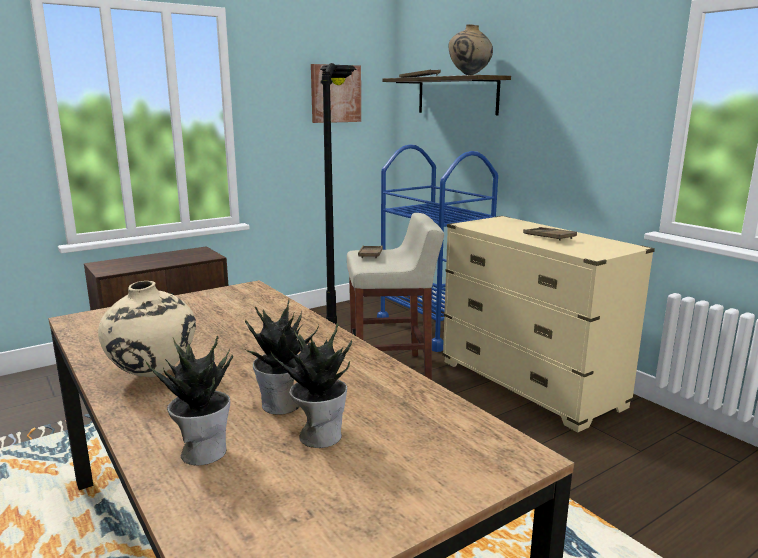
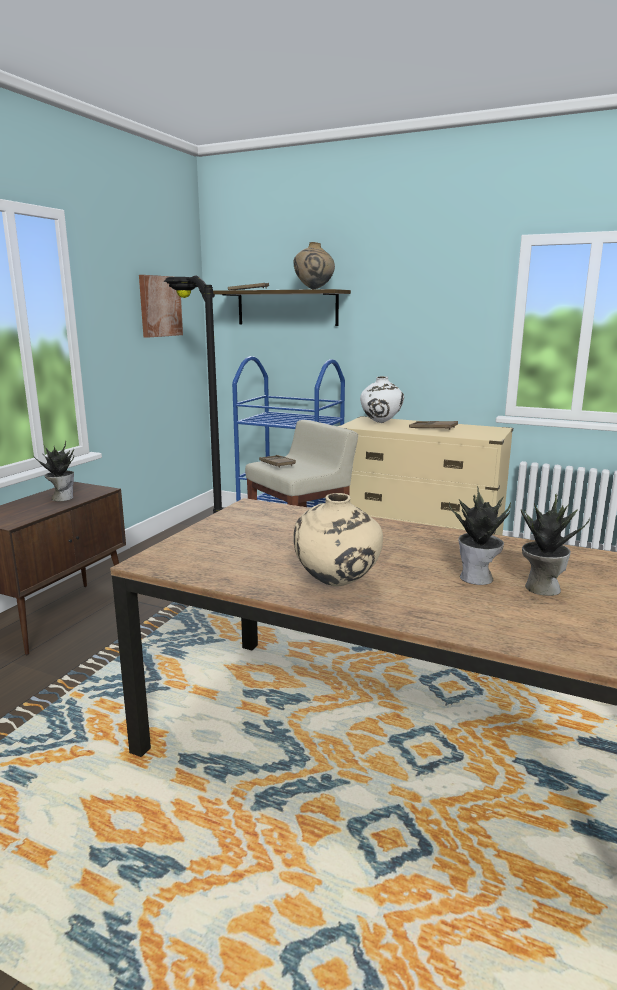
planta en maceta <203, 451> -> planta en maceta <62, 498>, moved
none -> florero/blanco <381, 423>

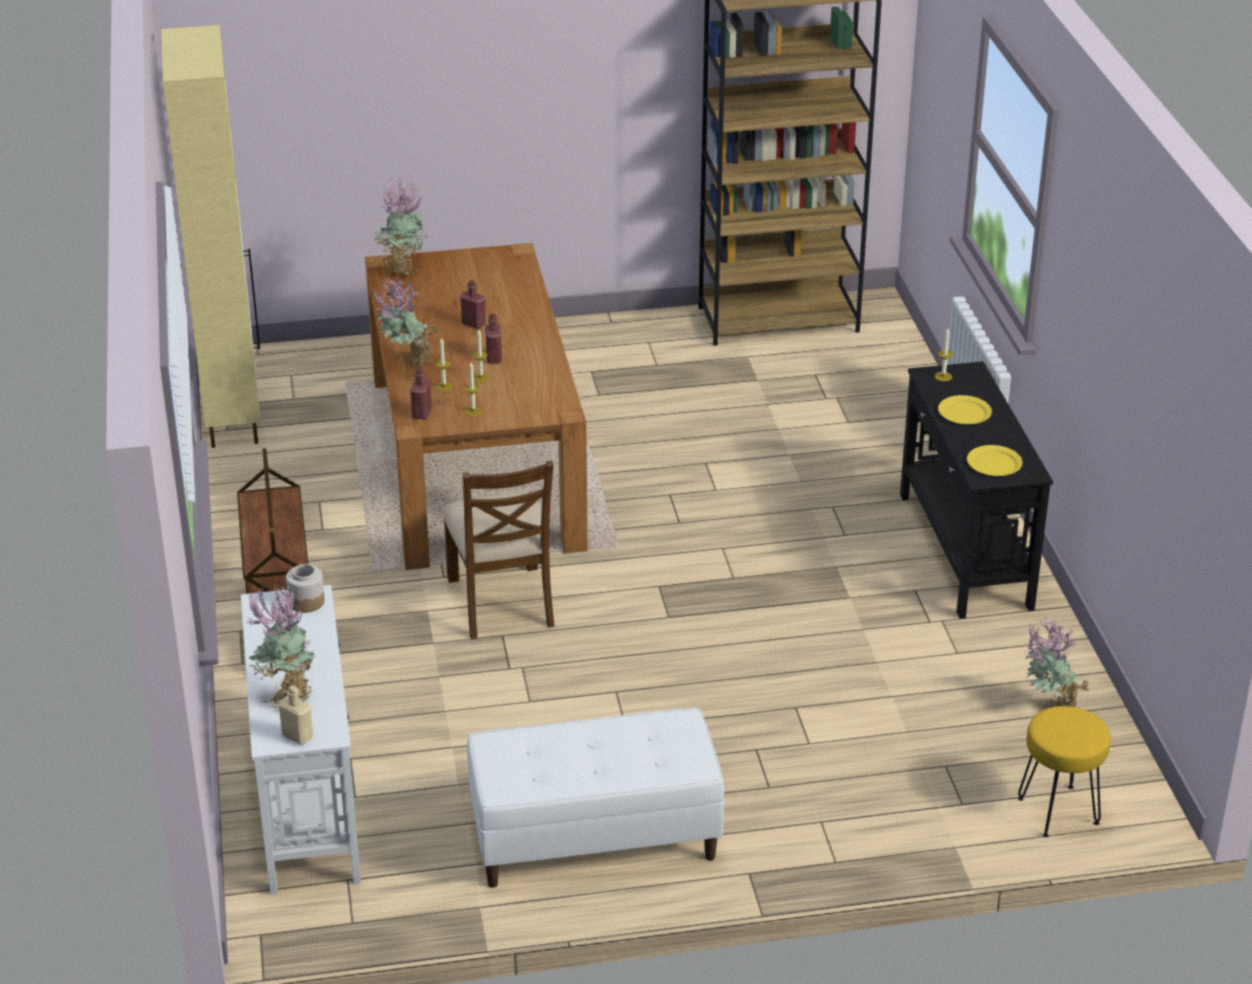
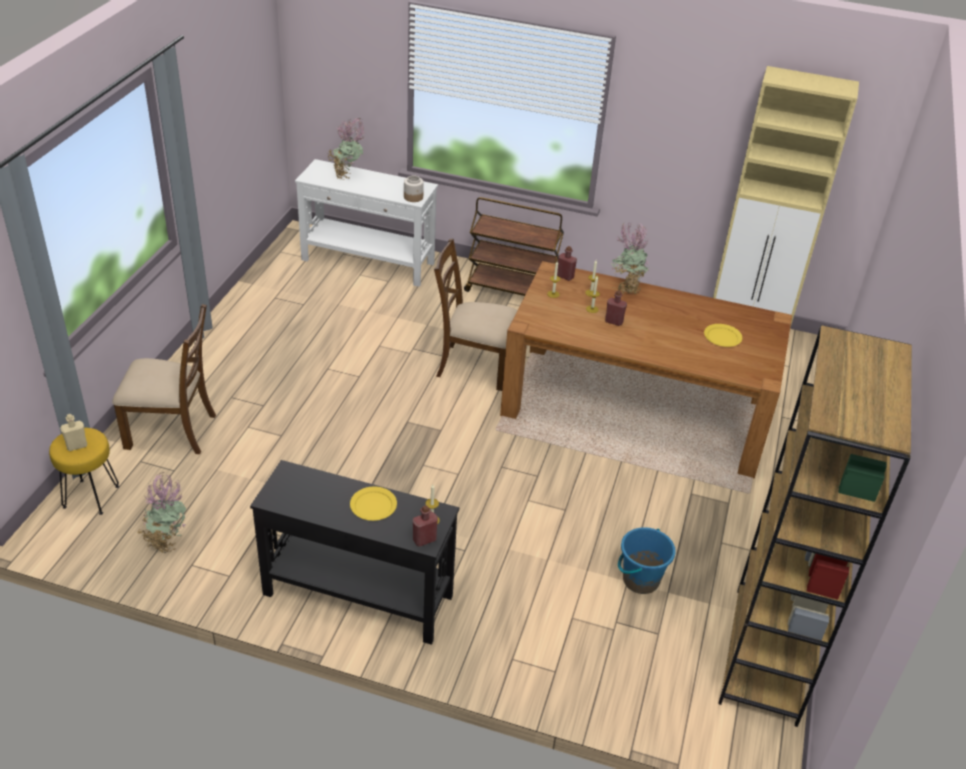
botella/beis <297, 736> -> botella/beis <77, 446>, moved
none -> silla/marrón <172, 431>
botella/rojo <473, 324> -> botella/rojo <424, 540>, moved
none -> cubo/azul <640, 580>
plato/amarillo <994, 463> -> plato/amarillo <723, 337>, moved
planta en maceta <402, 269> -> none
banco/blanco <594, 840> -> none

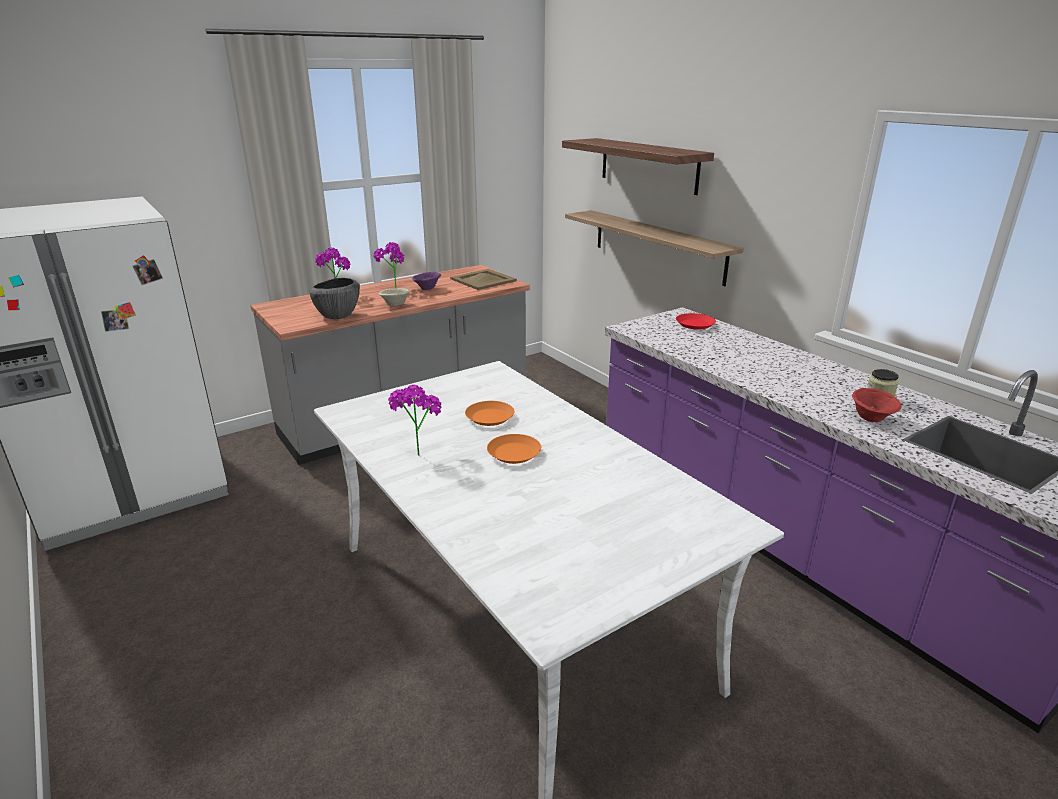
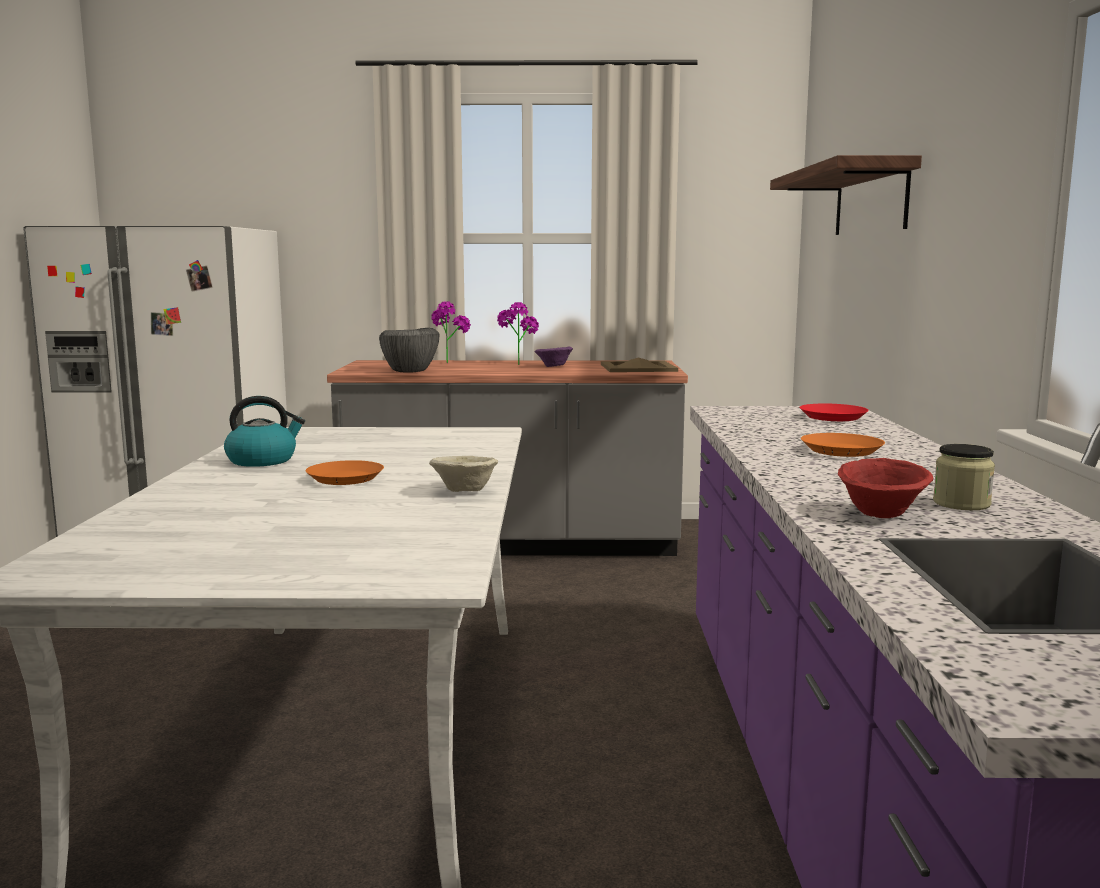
planta en maceta <417, 450> -> hervidor <263, 460>
cuenco/beis <395, 305> -> cuenco/beis <464, 492>, moved
plato/naranja <490, 417> -> plato/naranja <842, 450>, moved
estante <657, 246> -> none

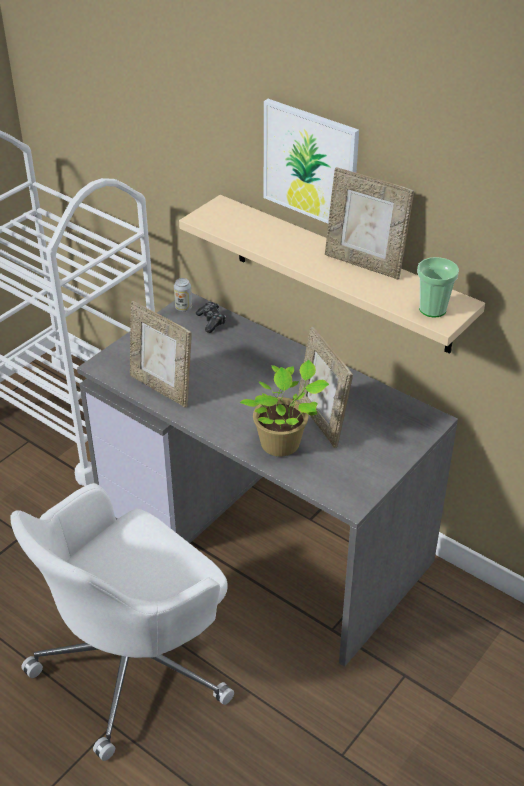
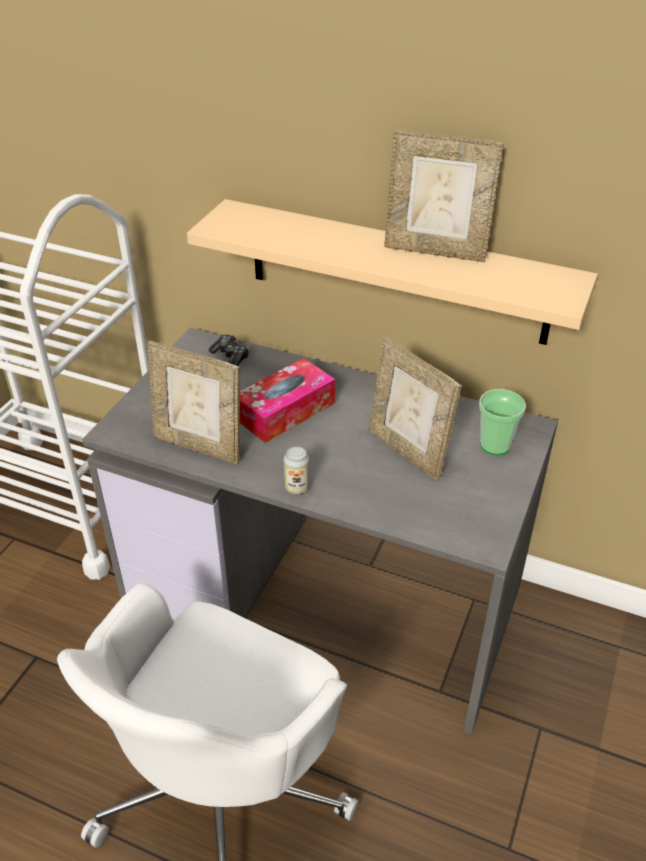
none -> caja de pañuelos <285, 411>
lata <183, 308> -> lata <297, 487>, moved
taza <432, 309> -> taza <495, 445>, moved
planta en maceta <283, 444> -> none
cuadro <310, 164> -> none

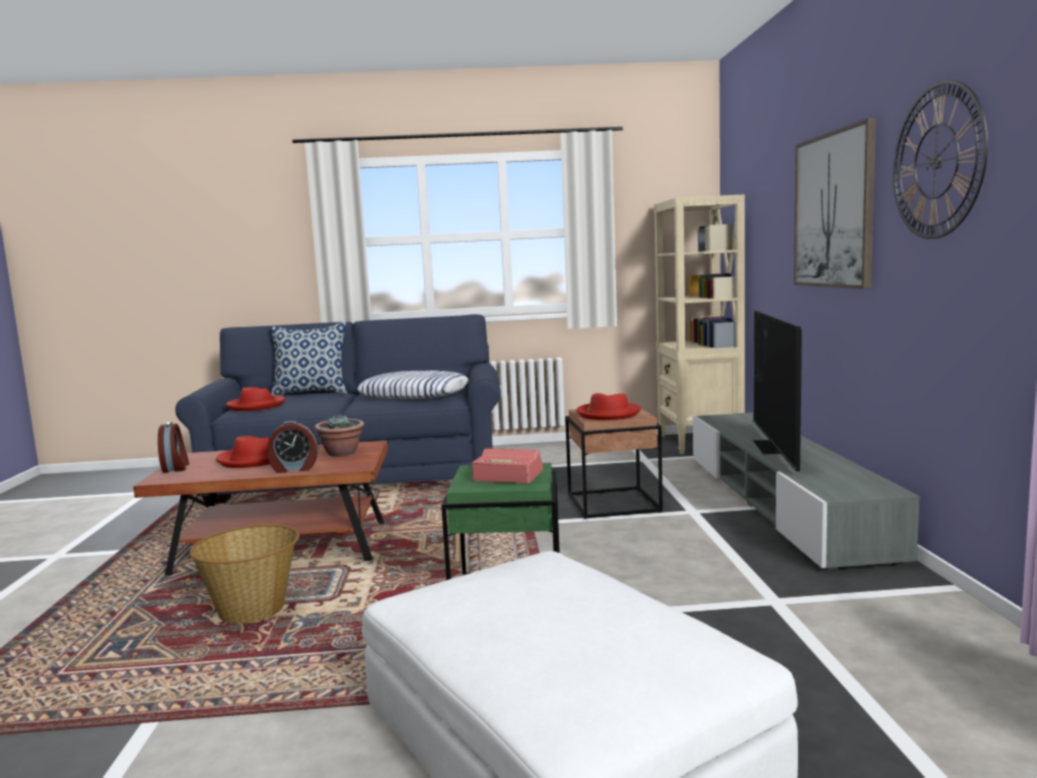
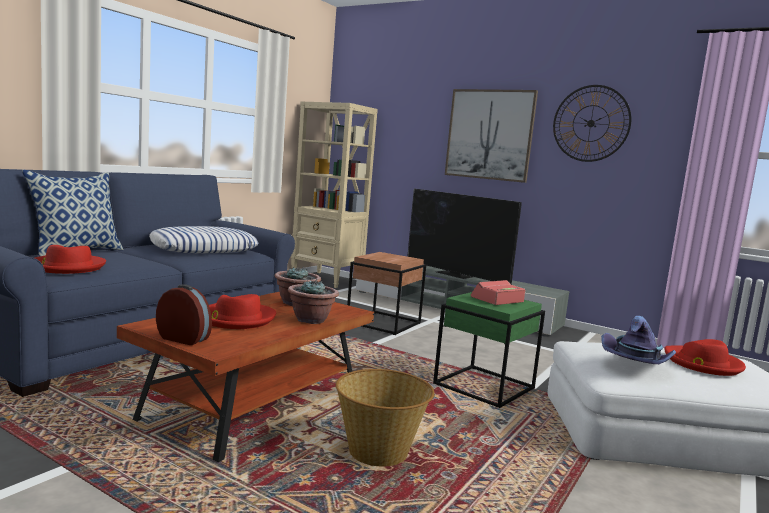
despertador <294, 469> -> planta en maceta <311, 320>
none -> sombrero/morado <635, 363>
sombrero/rojo <608, 414> -> sombrero/rojo <702, 364>, moved

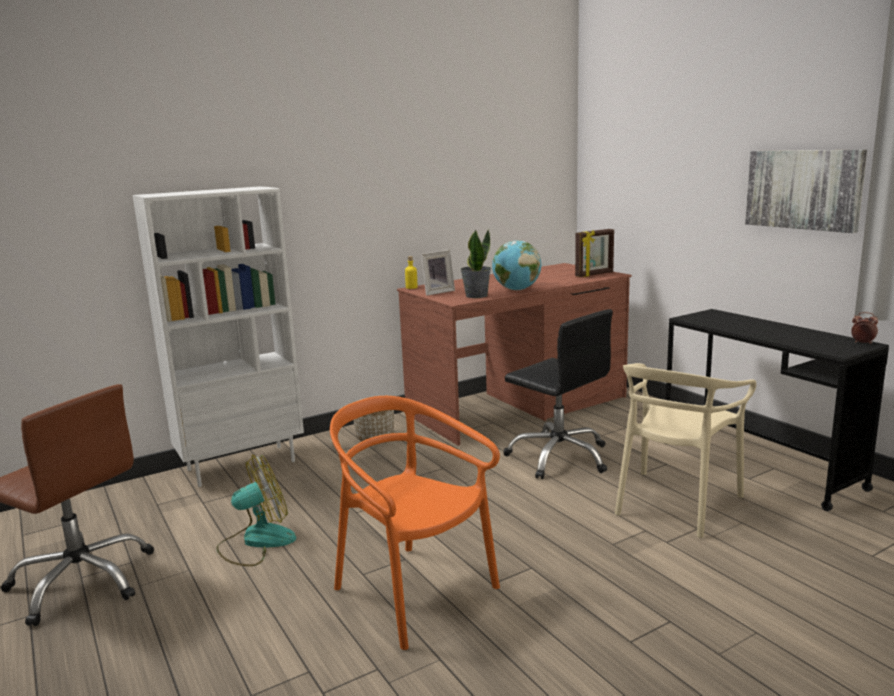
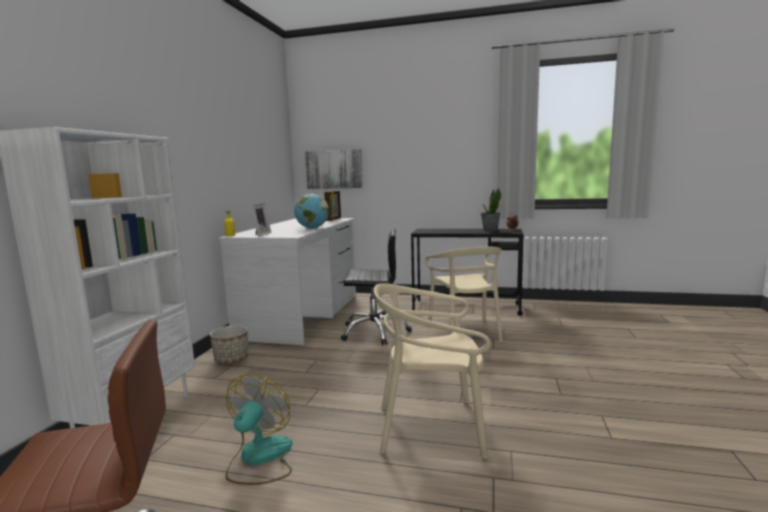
escritorio/marrón <518, 406> -> escritorio/blanco <302, 315>
cuadro <803, 189> -> cuadro <334, 169>, moved
silla/naranja <413, 592> -> silla/beis <431, 428>
planta en maceta <476, 295> -> planta en maceta <490, 230>, moved

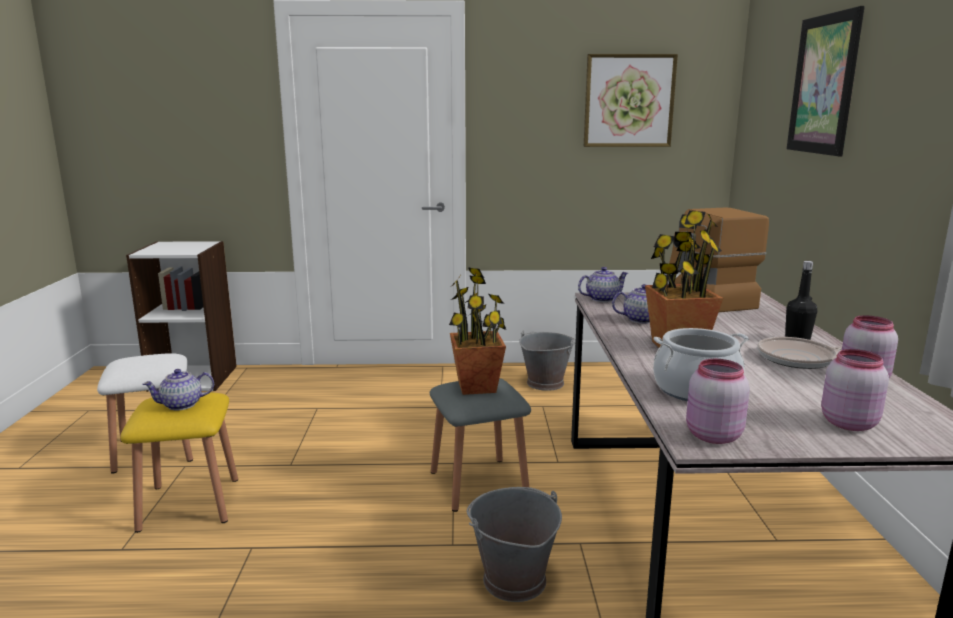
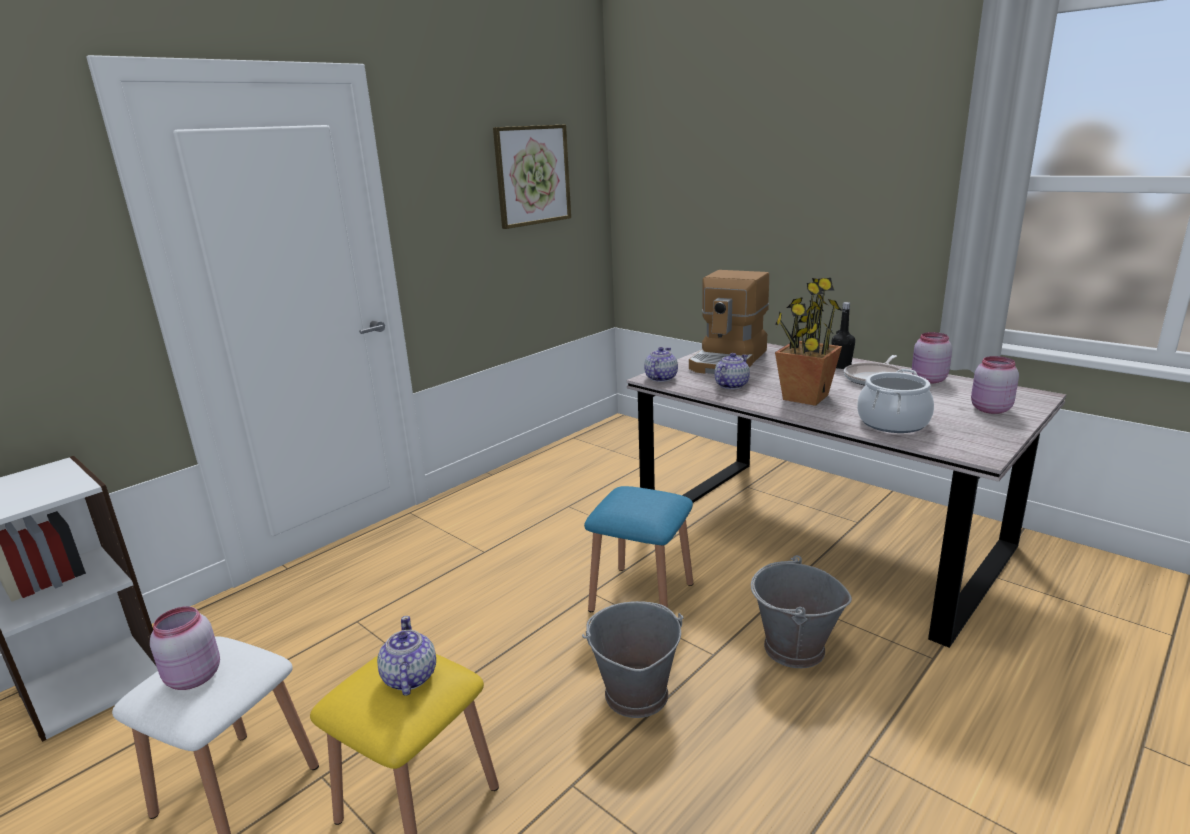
tarro/rosa <711, 435> -> tarro/rosa <192, 678>, moved
tetera <182, 405> -> tetera <409, 678>, 150 degrees clockwise
cubo/gris <545, 383> -> cubo/gris <635, 694>, moved
taburete/gris <478, 483> -> taburete/azul <641, 597>
planta en maceta <477, 387> -> none
cuadro <823, 84> -> none

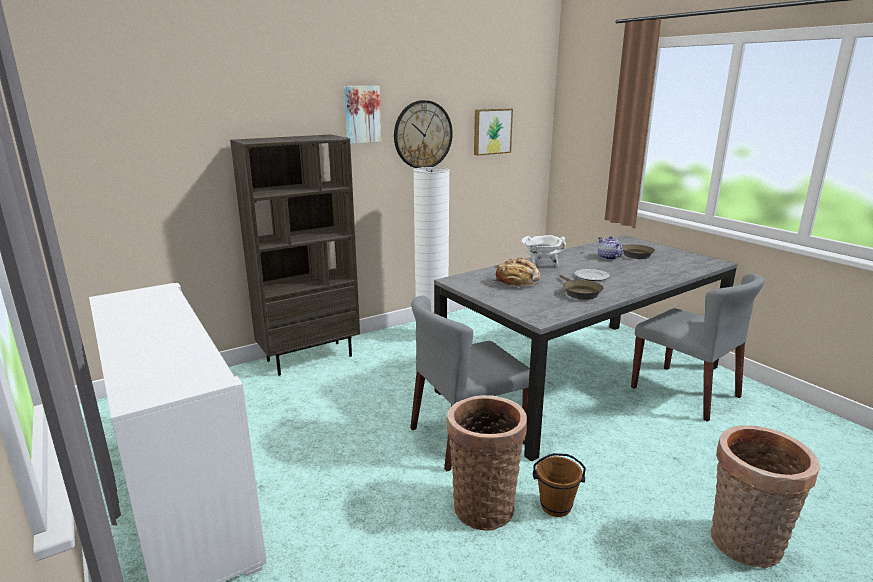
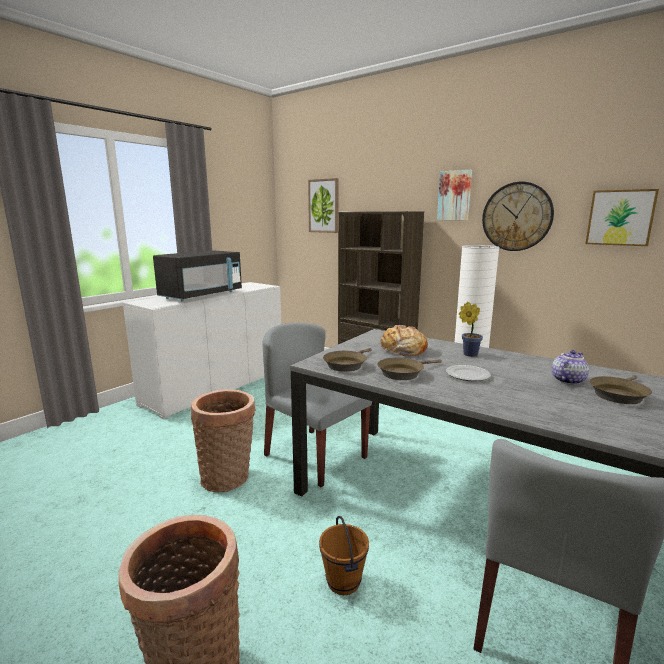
none -> microondas/negro <201, 295>
none -> cuadro <324, 206>
cubo/marrón <555, 506> -> cubo/marrón <344, 581>, moved
none -> sartén/marrón <346, 364>
olla/blanco <540, 266> -> planta en maceta <468, 354>

